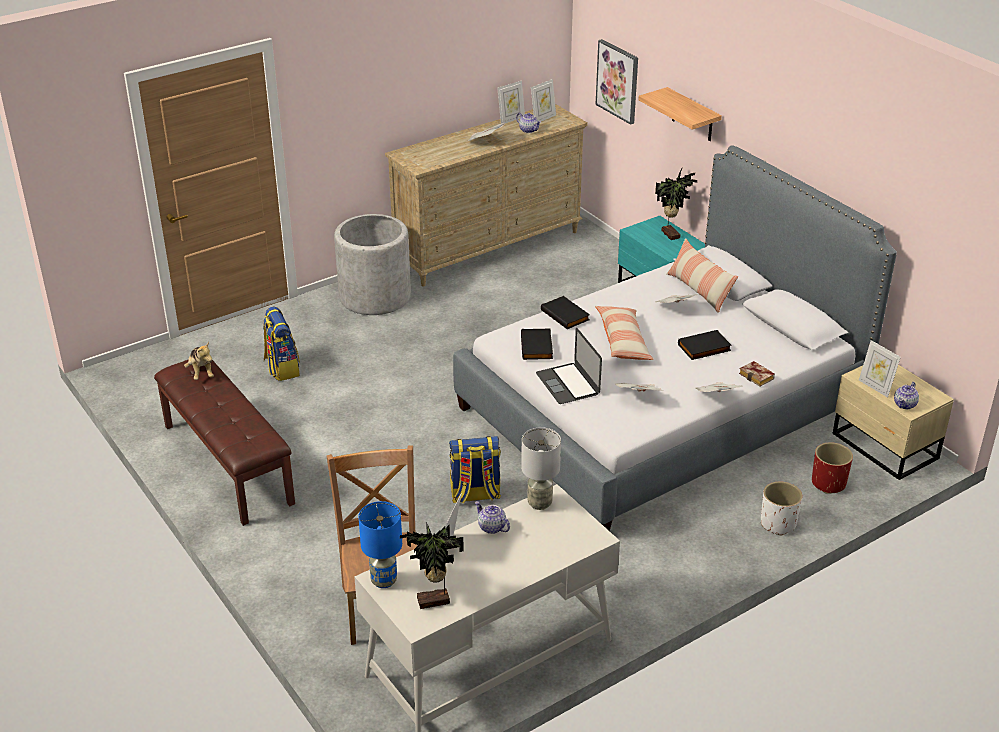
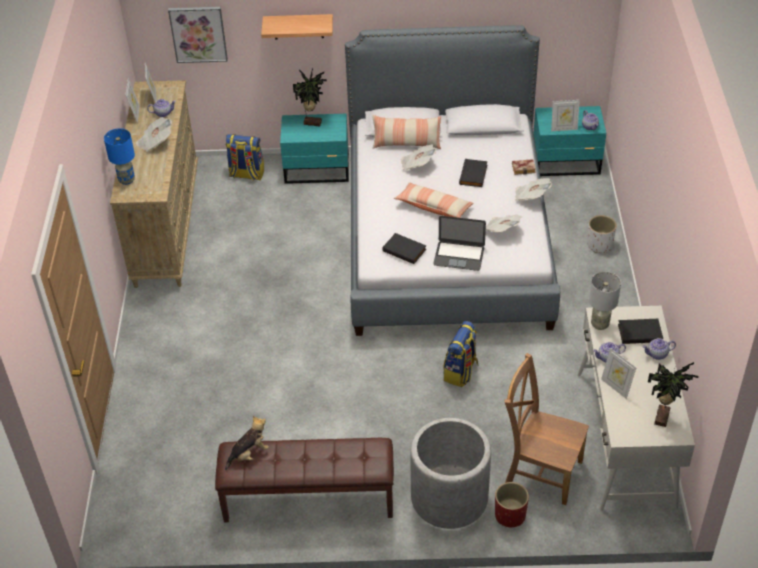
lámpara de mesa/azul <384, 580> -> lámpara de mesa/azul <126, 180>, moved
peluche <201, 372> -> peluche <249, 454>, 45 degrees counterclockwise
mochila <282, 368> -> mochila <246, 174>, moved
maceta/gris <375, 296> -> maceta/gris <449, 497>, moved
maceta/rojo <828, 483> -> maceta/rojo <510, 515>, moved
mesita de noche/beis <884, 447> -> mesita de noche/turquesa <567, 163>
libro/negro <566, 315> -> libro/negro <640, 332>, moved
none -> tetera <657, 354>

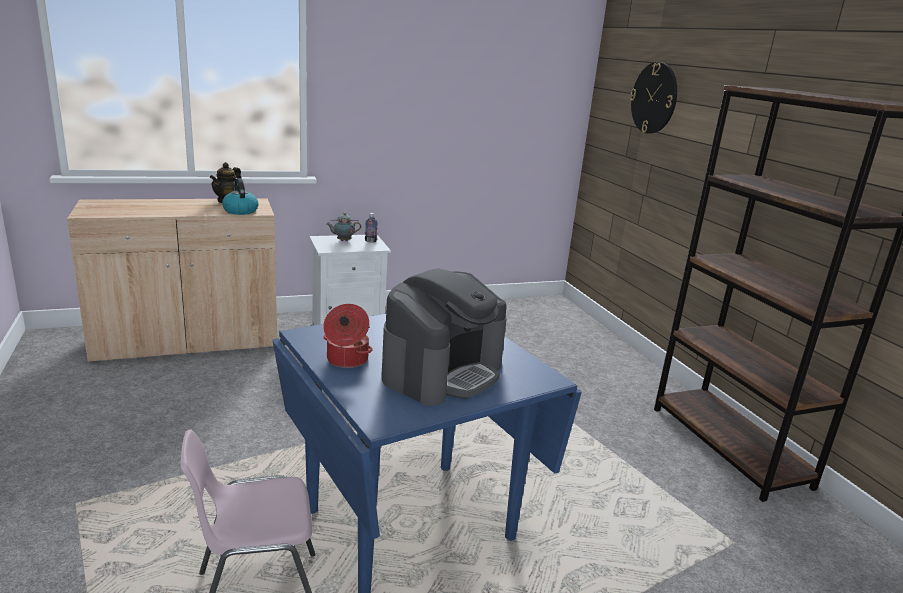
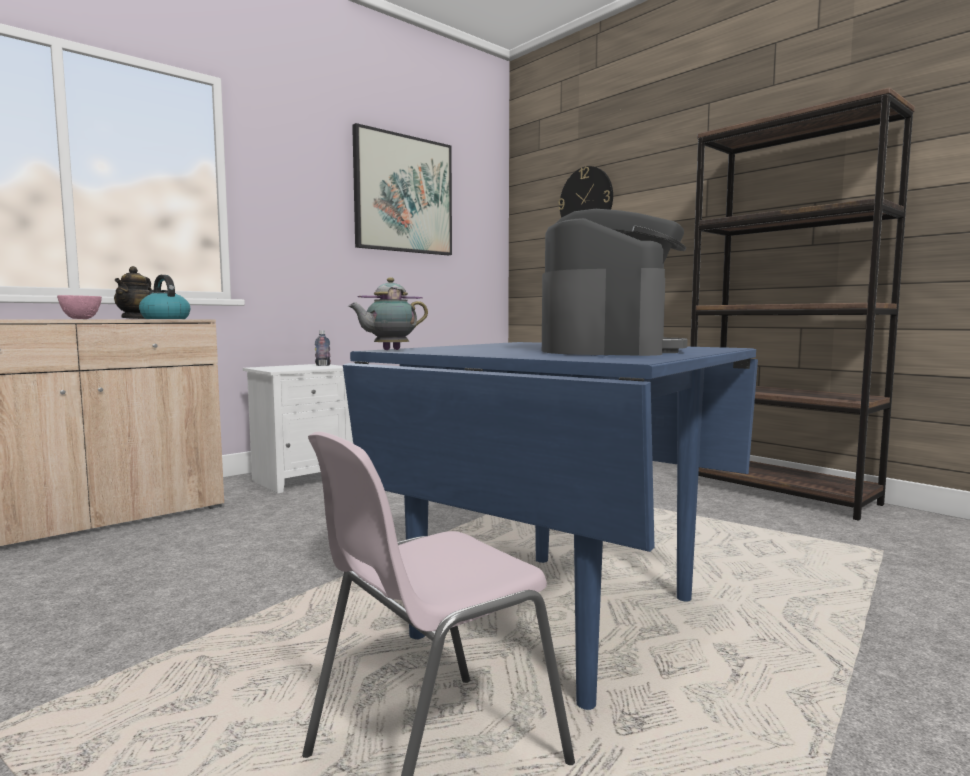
none -> cuenco/rosa <80, 319>
tetera <343, 241> -> tetera <388, 350>, moved
none -> cuadro <403, 194>
olla <346, 360> -> none

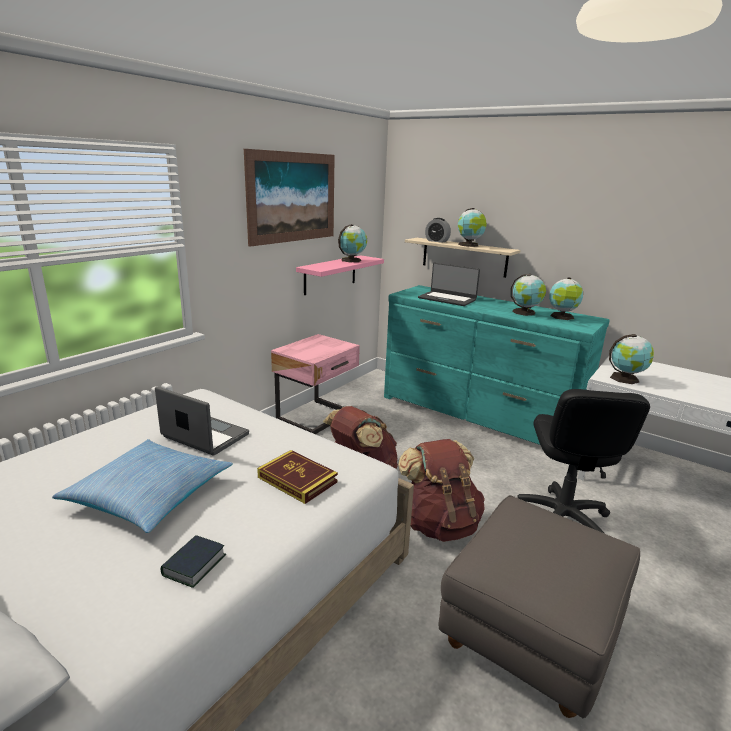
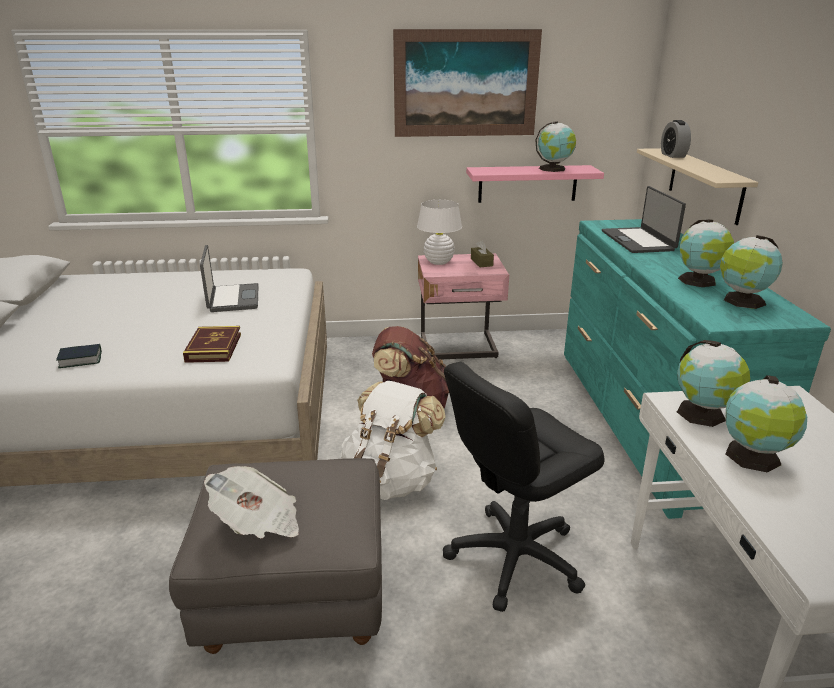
none -> periódico <258, 522>
mochila/marrón <439, 524> -> mochila/blanco <391, 480>
none -> lámpara de mesa/blanco <438, 262>
none -> caja de pañuelos/marrón <481, 262>
globo terráqueo <469, 245> -> globo terráqueo <753, 458>, moved
cojín <149, 494> -> none

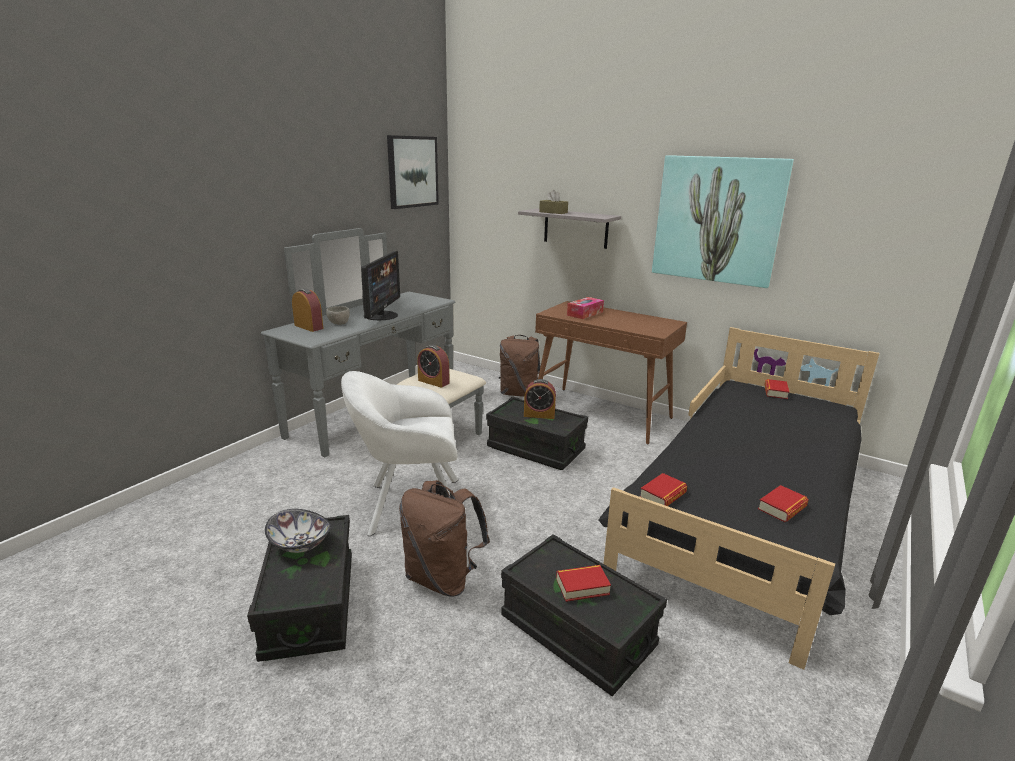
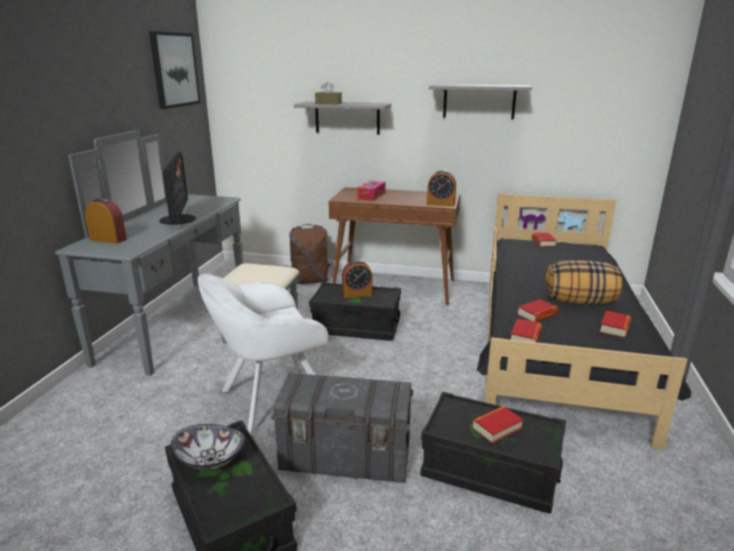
mochila/marrón <443, 578> -> caja de almacenaje/gris <346, 459>
despertador <433, 382> -> despertador <440, 204>, moved
cuadro <717, 220> -> estante/gris <479, 101>
none -> libro <537, 315>
none -> cojín <579, 302>
cuenco/gris <338, 323> -> none

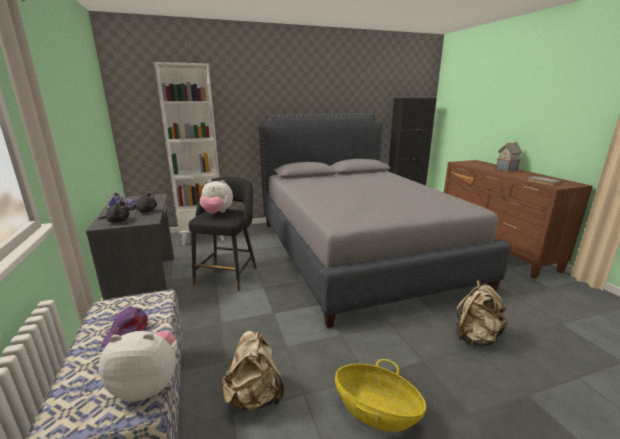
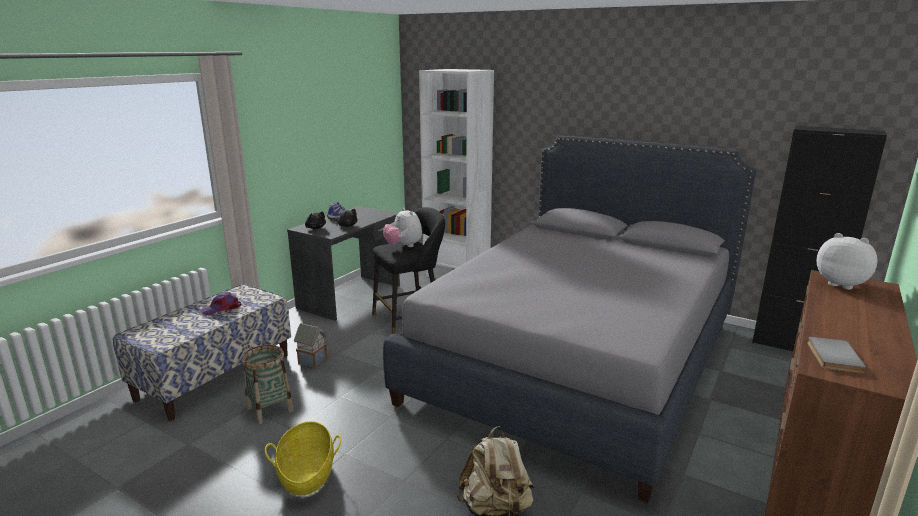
mochila/beis <254, 397> -> cesta <270, 409>
casita <506, 170> -> casita <312, 361>, moved
peluche <148, 385> -> peluche <841, 284>, moved

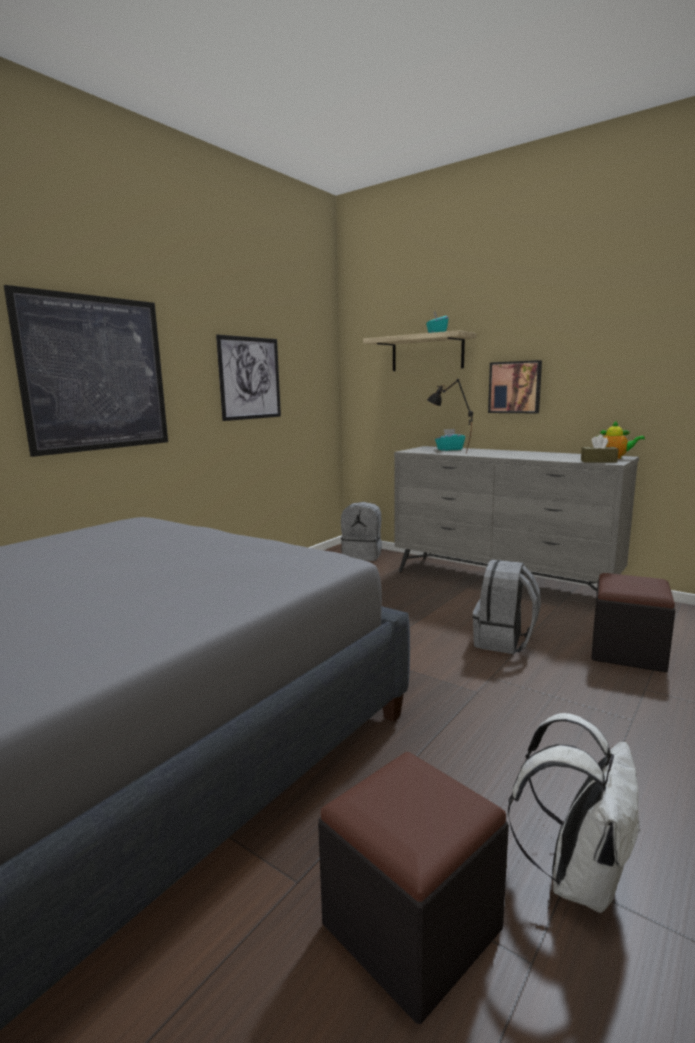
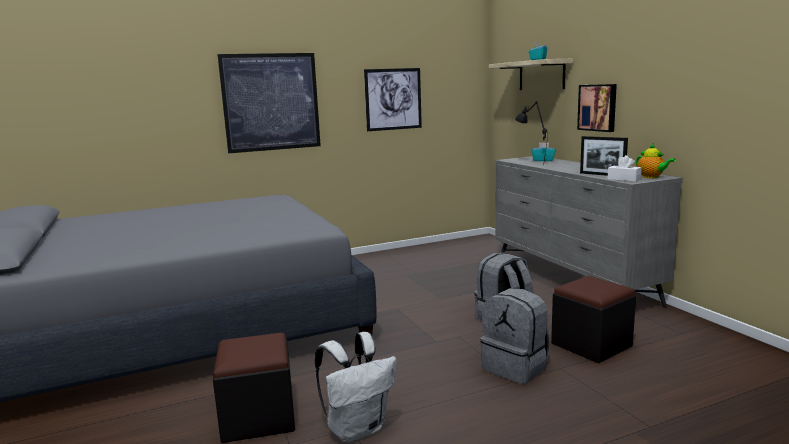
mochila/gris <362, 555> -> mochila/gris <516, 367>, moved
none -> portarretratos <602, 175>
caja de pañuelos/marrón <598, 461> -> caja de pañuelos/blanco <624, 179>

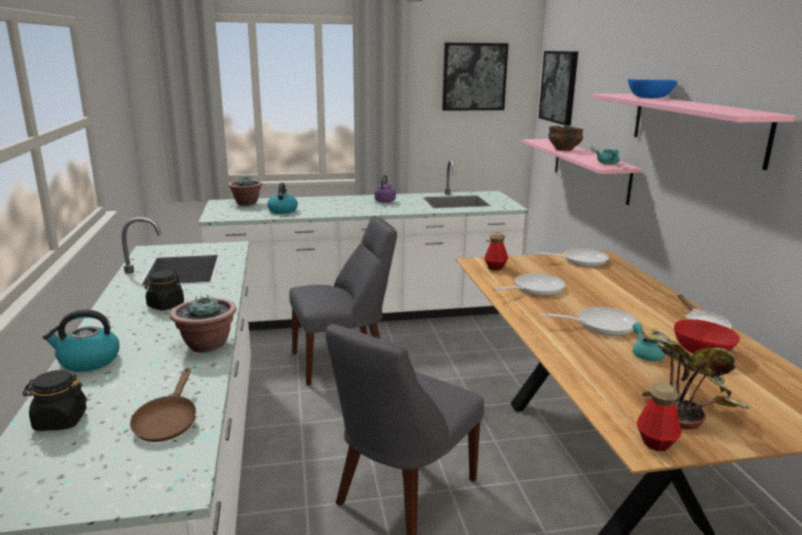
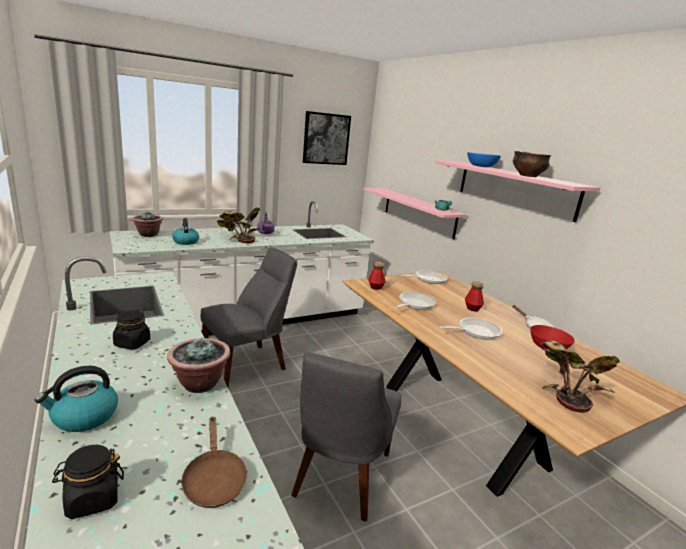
none -> planta en maceta <238, 238>
botella <656, 442> -> botella <472, 308>, moved
cuenco <564, 149> -> cuenco <527, 176>, moved
cuadro <559, 87> -> none
tetera/turquesa <646, 353> -> none

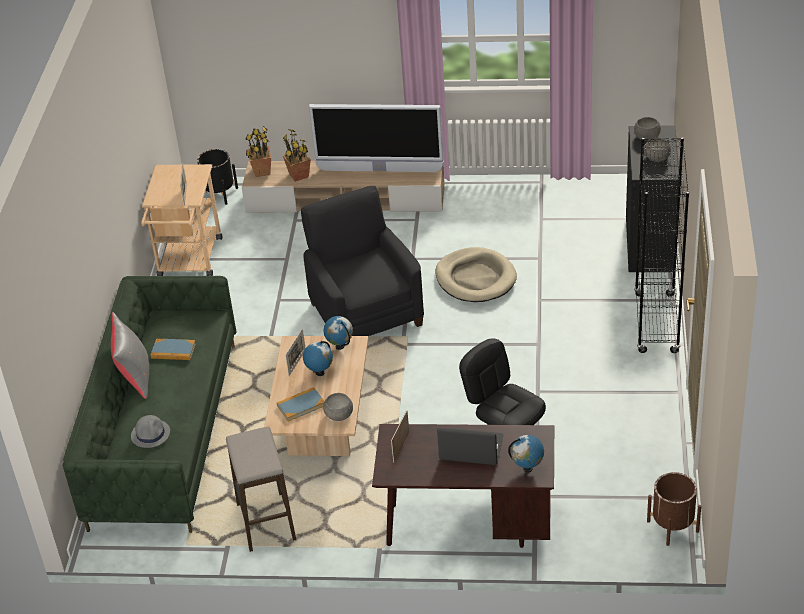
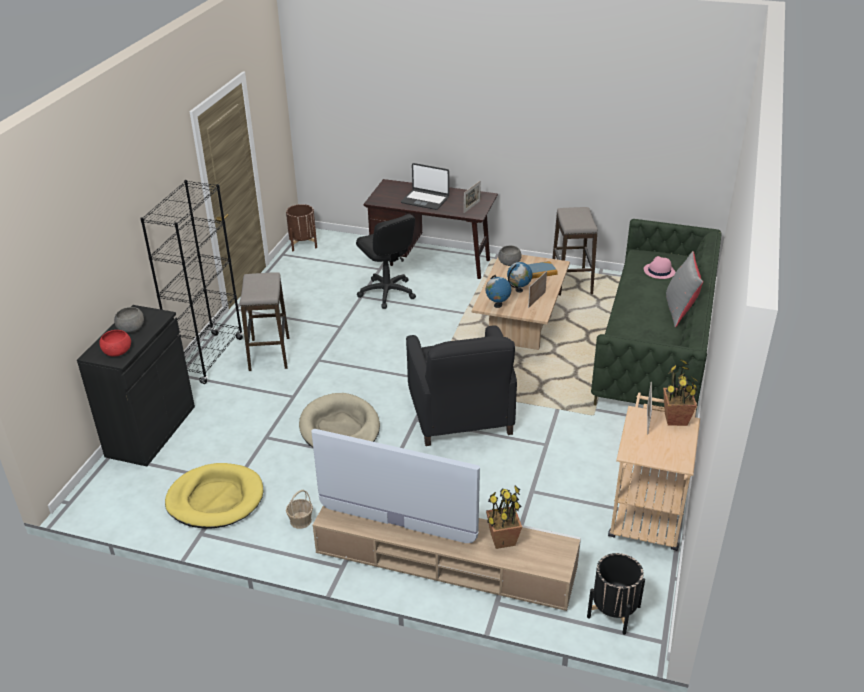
cuenco/gris <646, 136> -> cuenco/rojo <117, 352>
none -> cama para perro/amarillo <215, 499>
none -> taburete <269, 354>
none -> cesta <300, 520>
sombrero/gris <151, 434> -> sombrero/rosa <659, 271>
planta en maceta <261, 171> -> planta en maceta <676, 419>, moved
libro <173, 351> -> none
globo terráqueo <527, 468> -> none

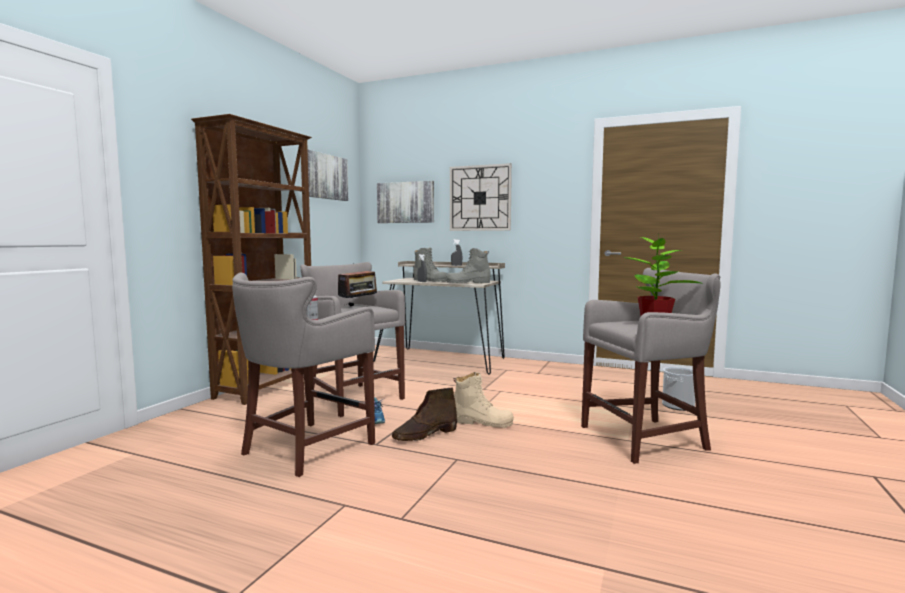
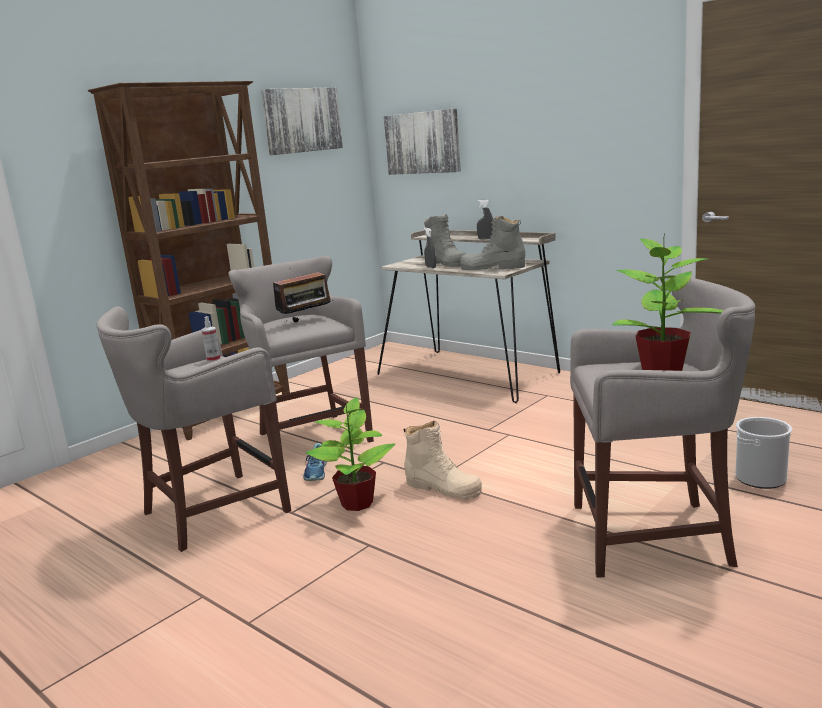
bota/marrón <424, 435> -> planta en maceta <357, 503>
reloj de pared <480, 198> -> none

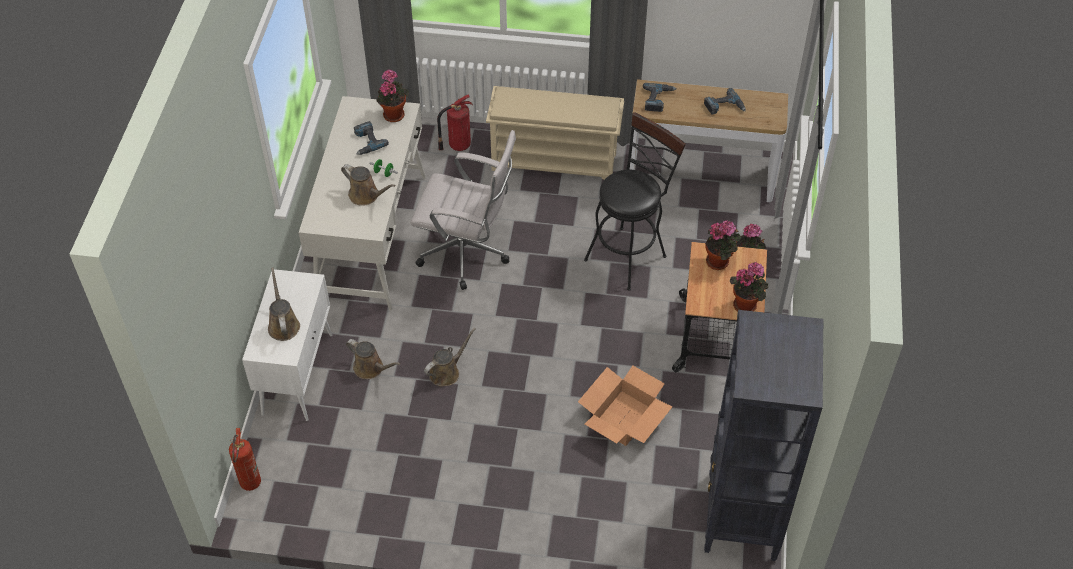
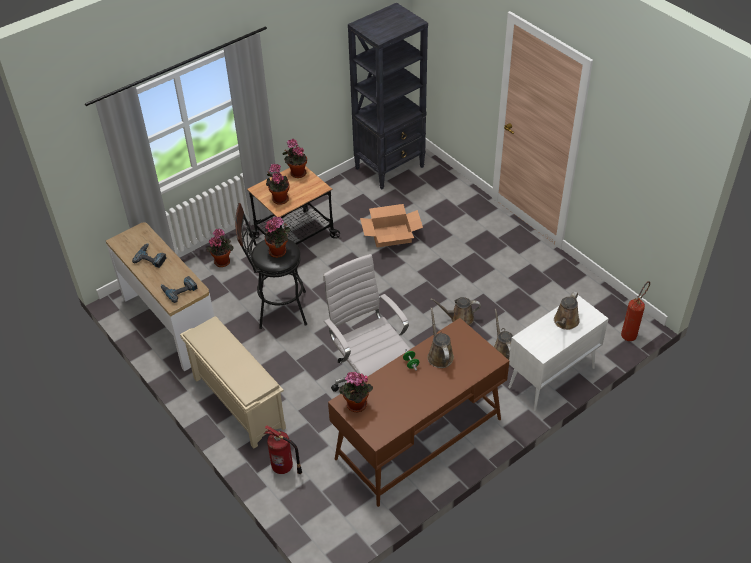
none -> planta en maceta <279, 252>
escritorio/blanco <372, 236> -> escritorio/marrón <418, 438>
taladro <366, 142> -> none

